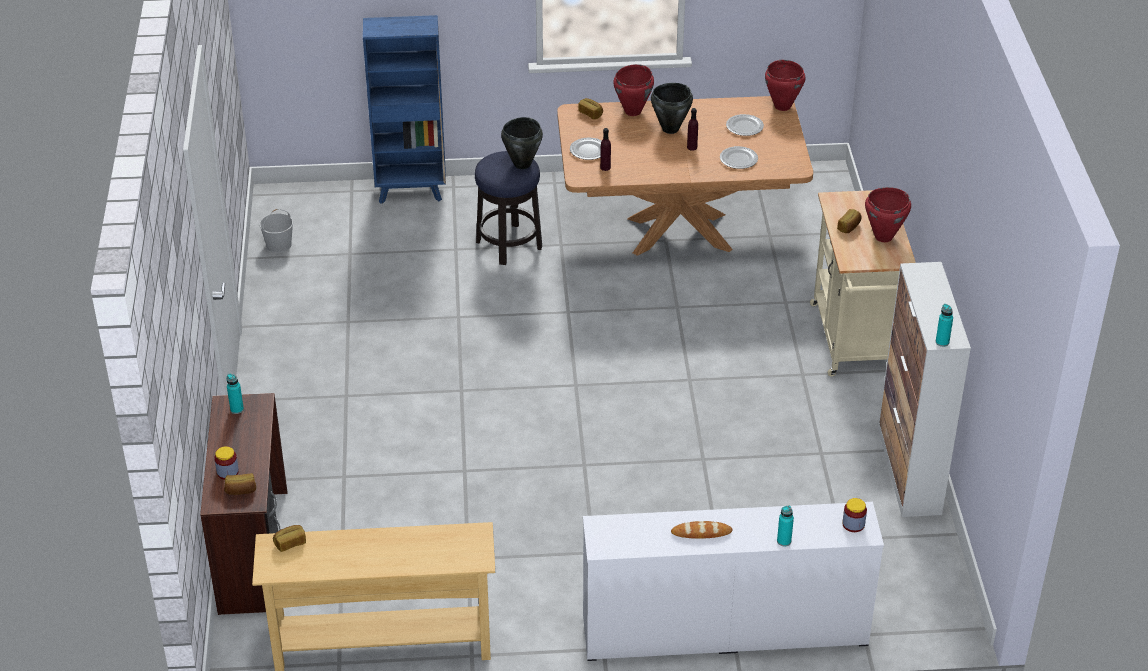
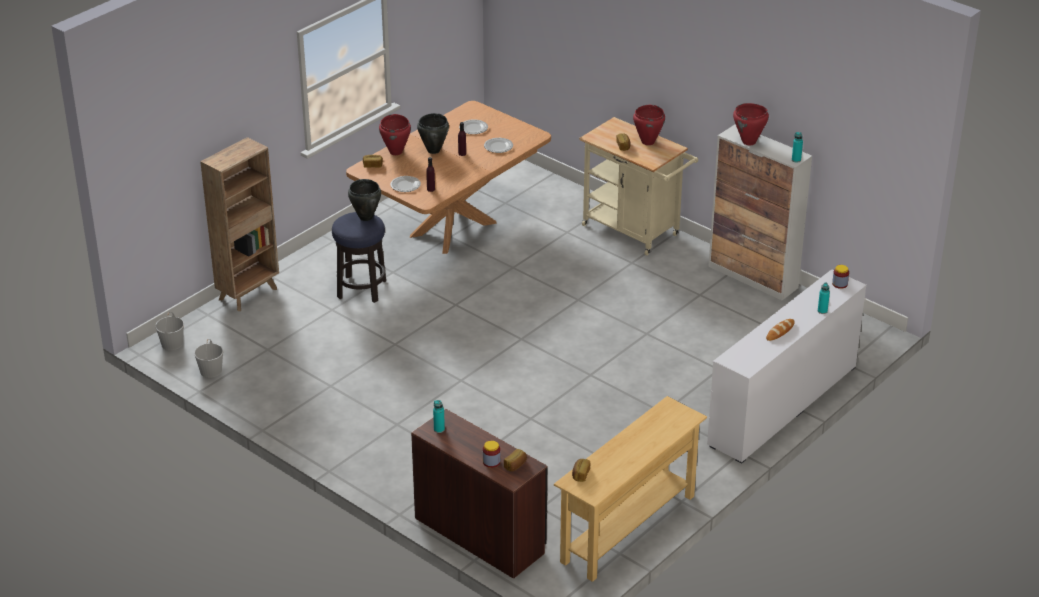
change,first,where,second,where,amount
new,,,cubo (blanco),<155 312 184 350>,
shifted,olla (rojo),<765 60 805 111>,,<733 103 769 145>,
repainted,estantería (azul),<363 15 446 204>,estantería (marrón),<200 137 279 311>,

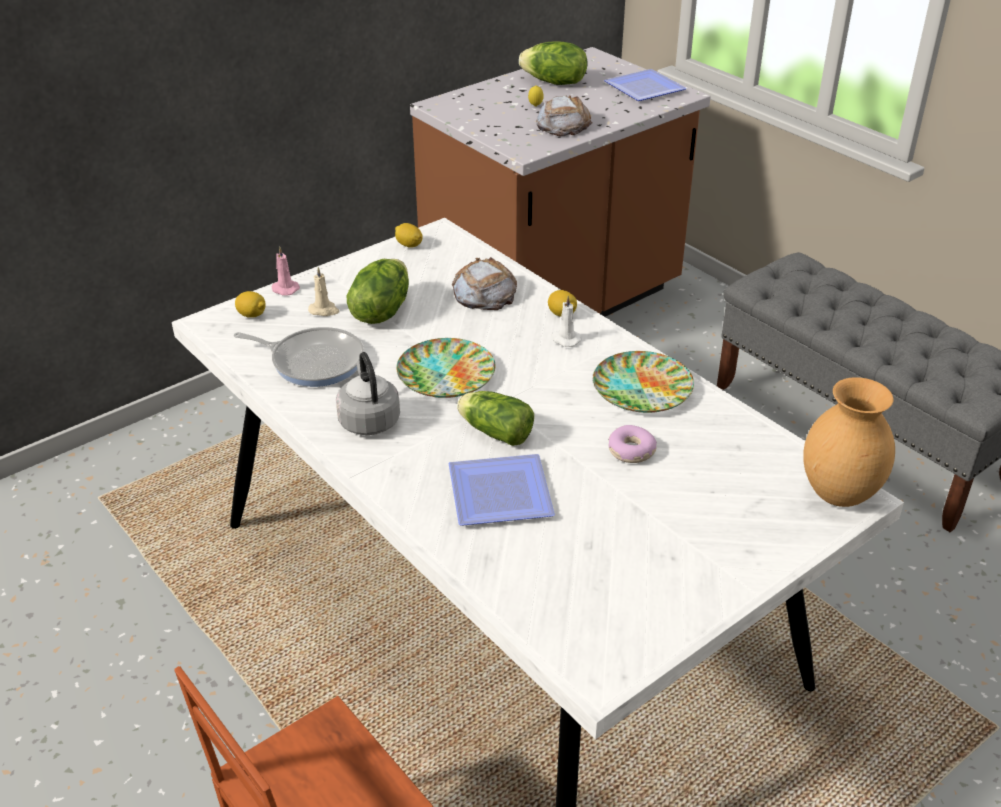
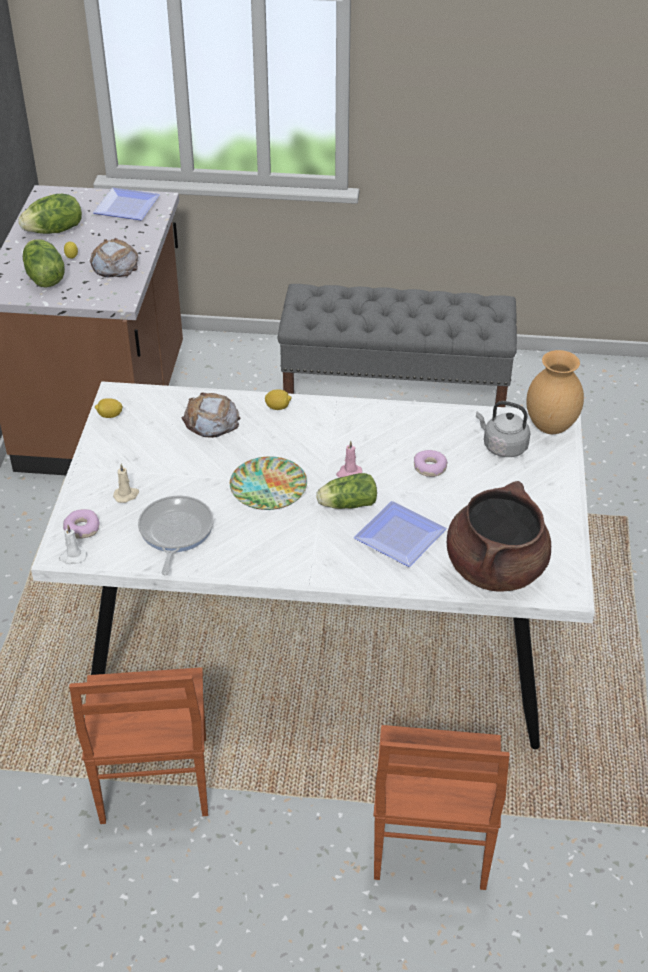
change,first,where,second,where,amount
gone,plato,<593 351 694 413>,,,
new,,,silla (marrón),<69 667 208 824>,
new,,,olla (marrón),<447 481 551 591>,
shifted,vela (rosa),<272 247 300 296>,,<336 441 362 478>,
shifted,hervidor (gris),<336 352 400 435>,,<476 401 530 457>,
shifted,lechuga,<347 259 409 324>,,<23 239 65 288>,
shifted,vela (blanco),<551 296 581 347>,,<59 525 87 564>,
swapped,limón,<235 291 265 318>,rosquilla,<63 509 100 539>,
rotated,sartén,<234 327 364 387>,,<138 495 214 575>,60 degrees counterclockwise

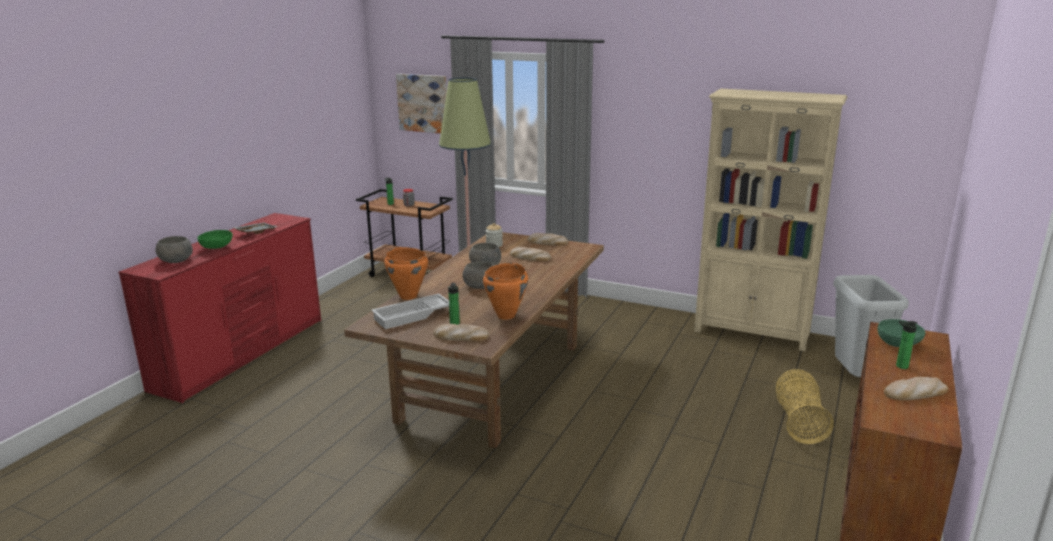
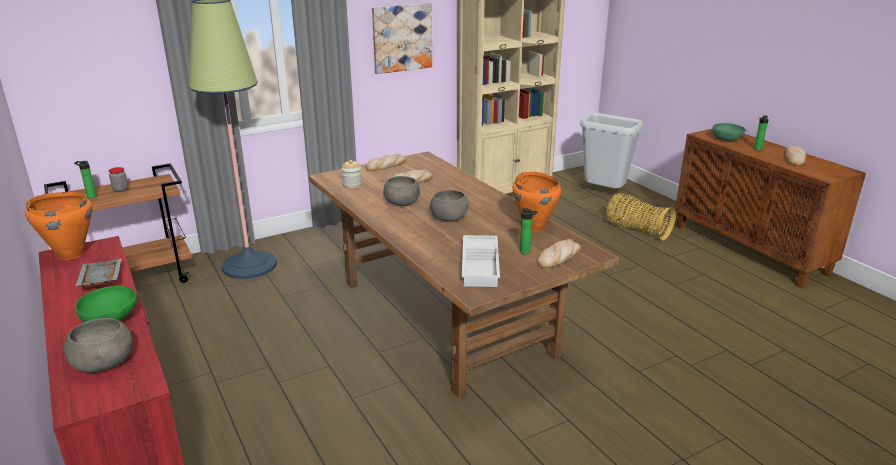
change,first,where,second,where,amount
shifted,olla (naranja),<384 247 428 300>,,<25 192 92 260>,
shifted,cuadro,<396 74 447 133>,,<372 3 432 74>,

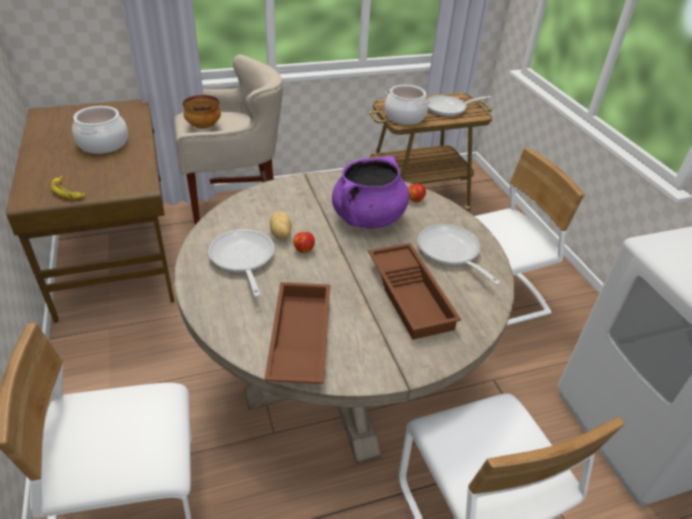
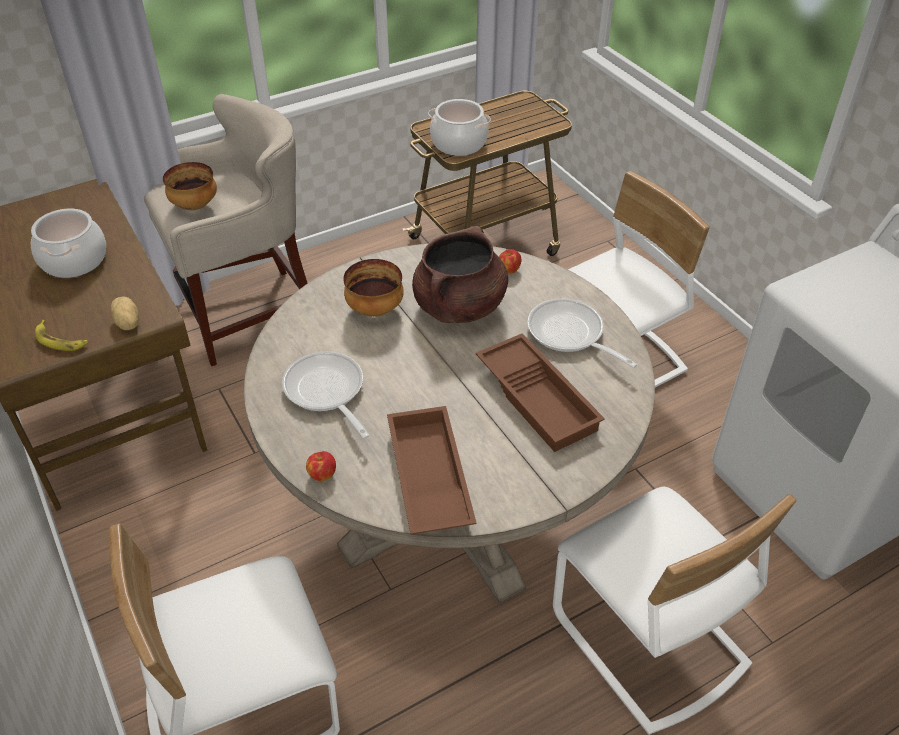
change,first,where,second,where,amount
gone,sartén,<428 95 491 117>,,,
new,,,cuenco,<343 259 404 317>,
shifted,patata,<270 211 292 239>,,<111 296 139 330>,
shifted,manzana,<293 232 315 253>,,<306 451 336 481>,
repainted,olla (morado),<332 156 409 229>,olla (marrón),<412 226 508 323>,

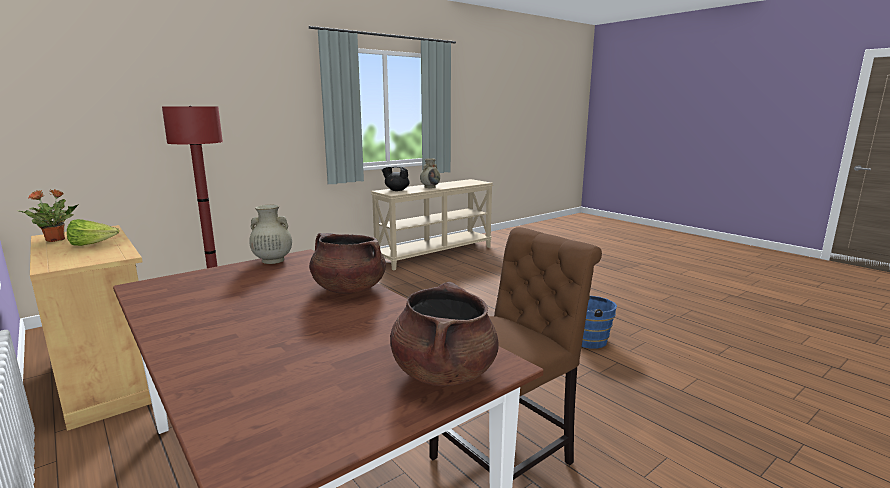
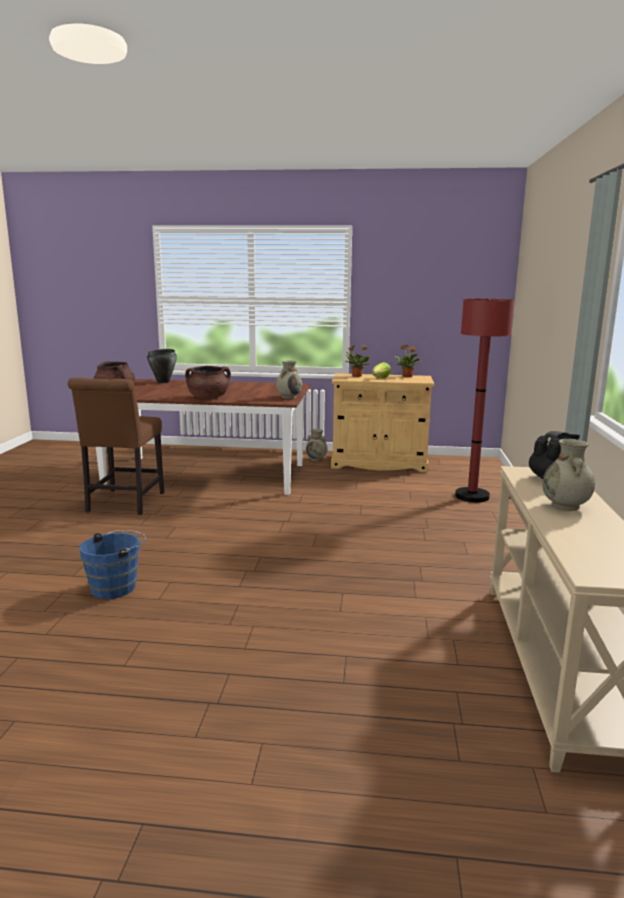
change,first,where,second,where,amount
new,,,olla (negro),<147 349 177 383>,
new,,,florero (beis),<306 429 328 461>,
new,,,planta en maceta,<345 345 370 377>,

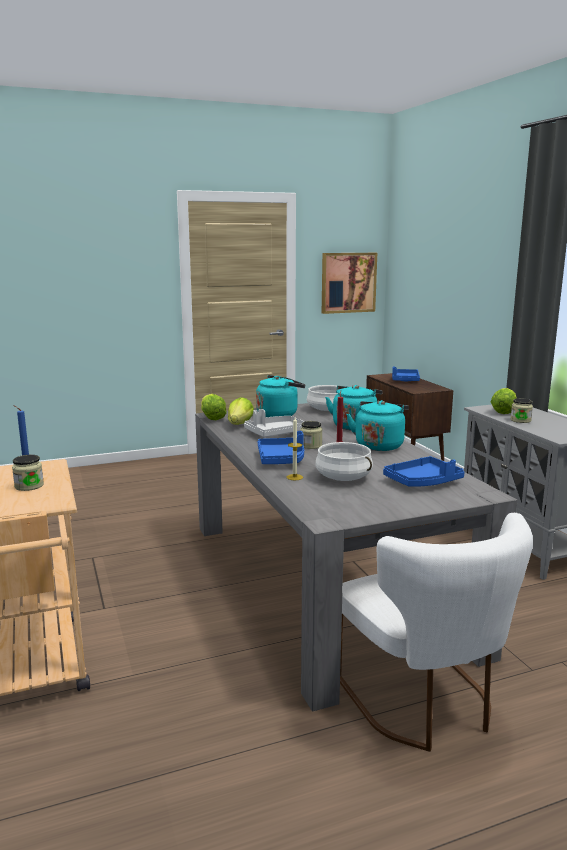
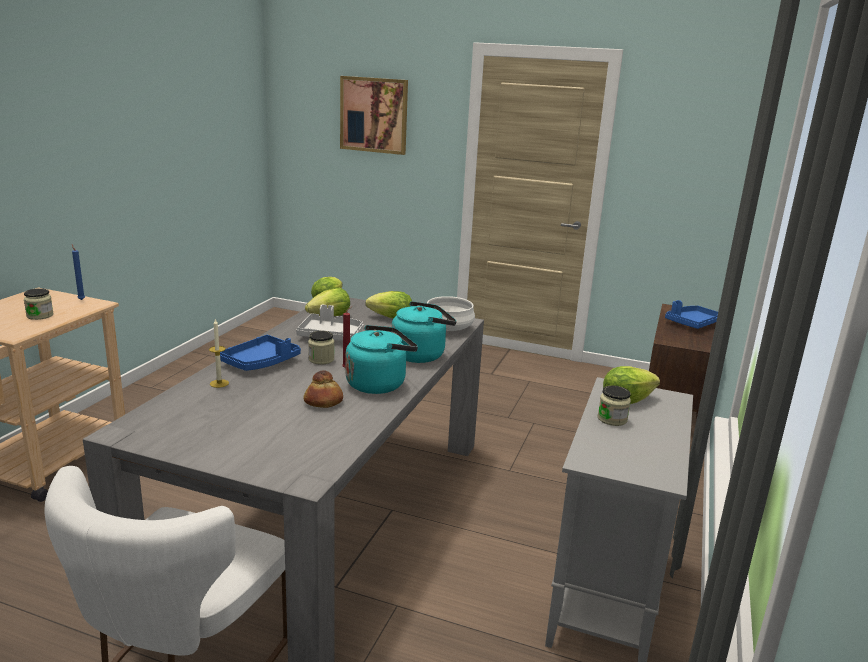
change,first,where,second,where,amount
gone,olla (blanco),<315 442 373 481>,,,
gone,bandeja (azul),<383 456 465 487>,,,
new,,,pan,<303 370 343 408>,
shifted,cuadro,<322 253 377 314>,,<340 76 408 155>,
swapped,hervidor (turquesa),<256 375 305 417>,lechuga,<366 291 412 319>,

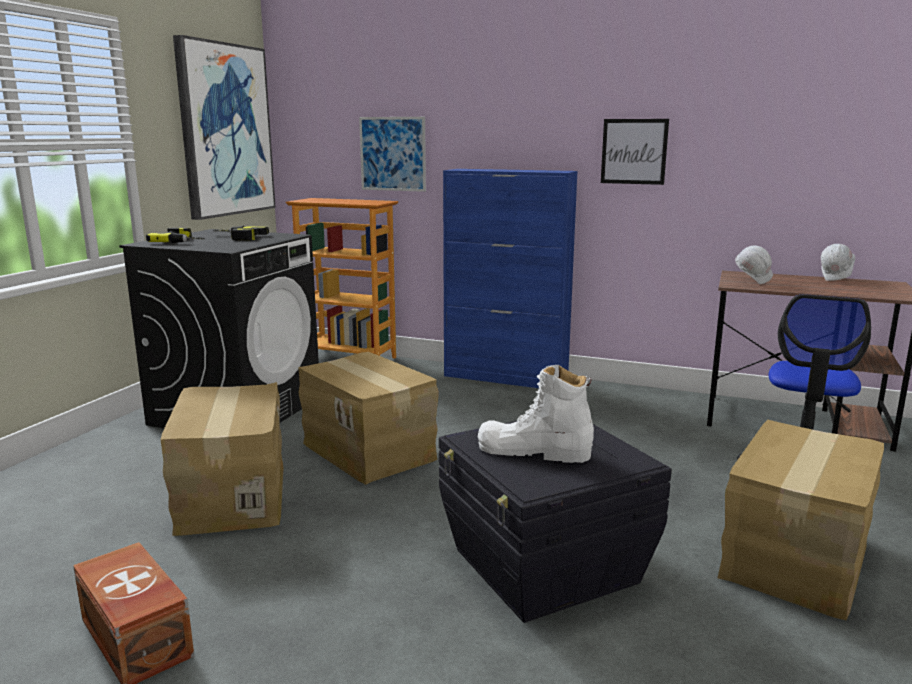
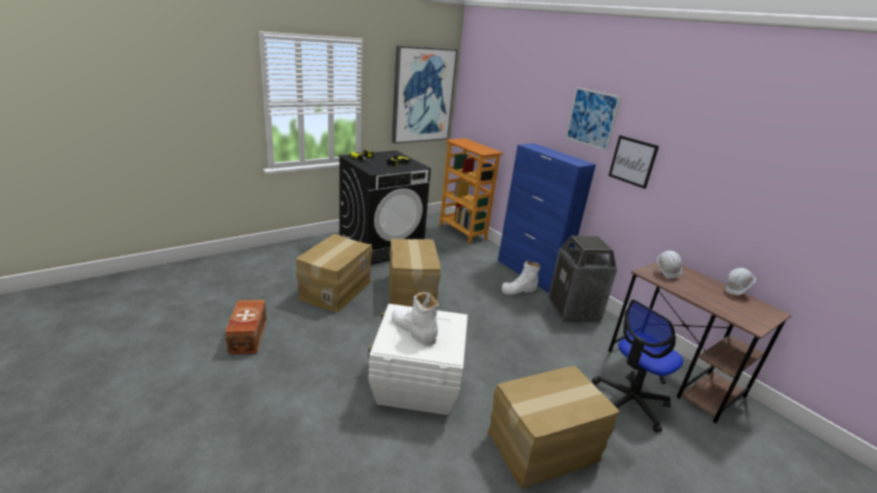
change,first,where,second,where,amount
new,,,bota (blanco),<502 260 540 295>,
new,,,papelera,<548 236 617 321>,
shifted,cuadro,<359 117 426 192>,,<566 87 621 151>,
repainted,caja de almacenaje (negro),<439 421 672 623>,caja de almacenaje (blanco),<368 304 468 415>,

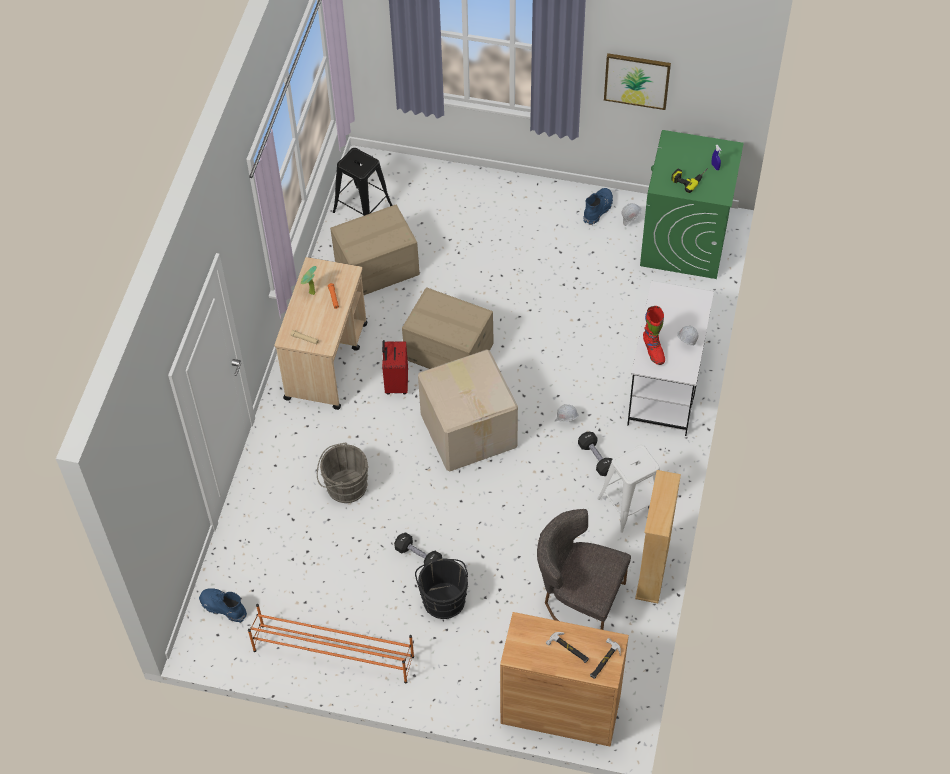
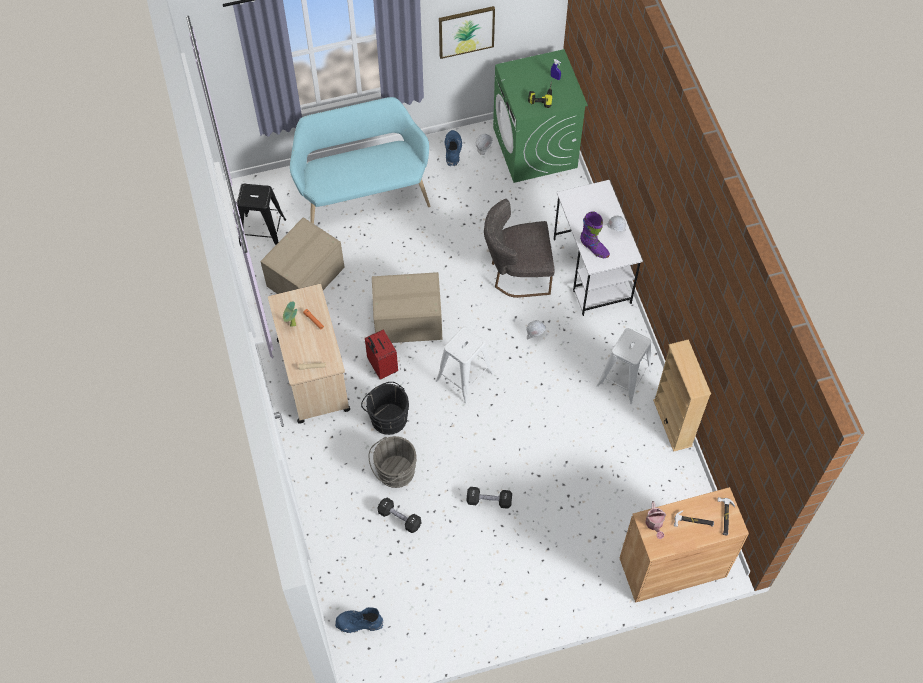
change,first,where,second,where,amount
gone,zapatero (naranja),<248 604 414 683>,,,
new,,,banco (turquesa),<290 97 430 224>,
new,,,regadera,<645 501 666 539>,
shifted,cubo (negro),<415 558 468 619>,,<361 382 409 435>,
shifted,silla (gris),<537 509 631 630>,,<484 199 554 298>,
shifted,mancuerna (negro),<578 432 612 476>,,<377 498 421 533>,
swapped,caja de cartón,<418 349 518 471>,taburete (blanco),<436 327 494 403>,
repainted,bota (rojo),<643 306 665 365>,bota (morado),<580 211 610 258>,

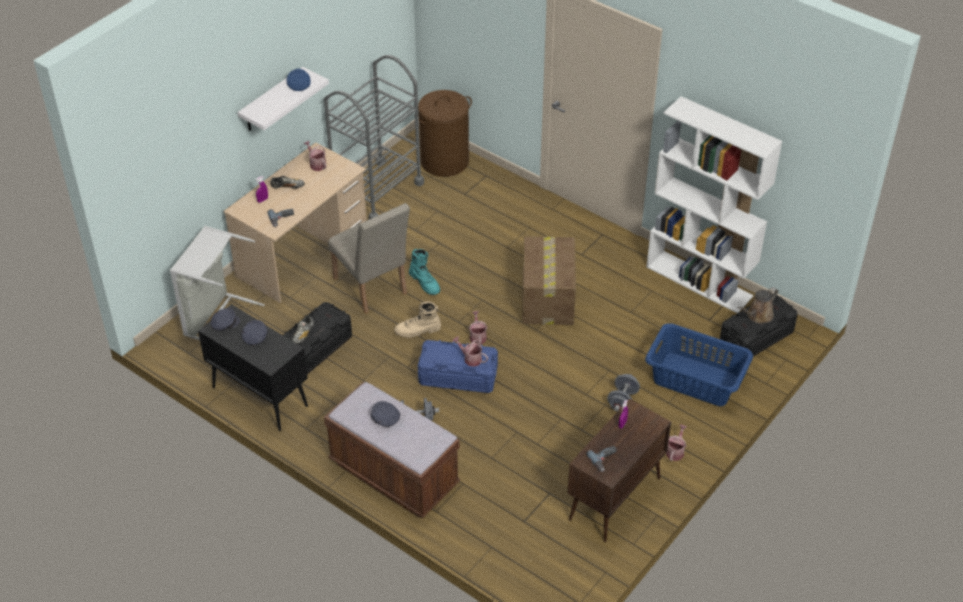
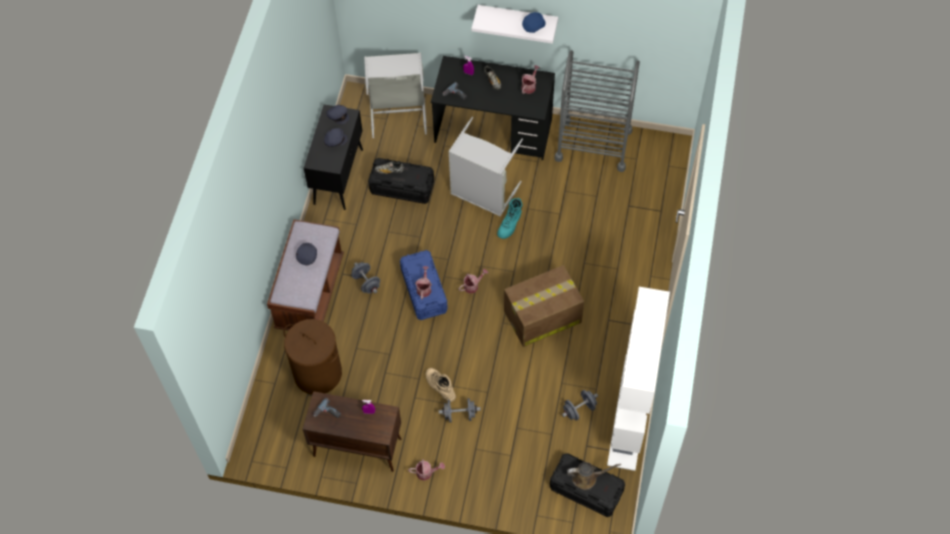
change,first,where,second,where,amount
gone,cesto de la ropa (azul),<645 323 753 406>,,,
new,,,mancuerna (gris),<562 390 598 421>,
shifted,bota (beis),<394 301 441 338>,,<426 368 456 402>,
shifted,cesto de la ropa (marrón),<414 90 472 177>,,<284 319 342 395>,
swapped,silla (beis),<328 203 410 314>,cesto de la ropa (gris),<448 117 523 216>,
repainted,escritorio (beis),<223 142 367 303>,escritorio (negro),<431 56 555 160>,
rotated,regadera (marrón),<737 287 778 323>,,<567 462 621 490>,150 degrees clockwise

